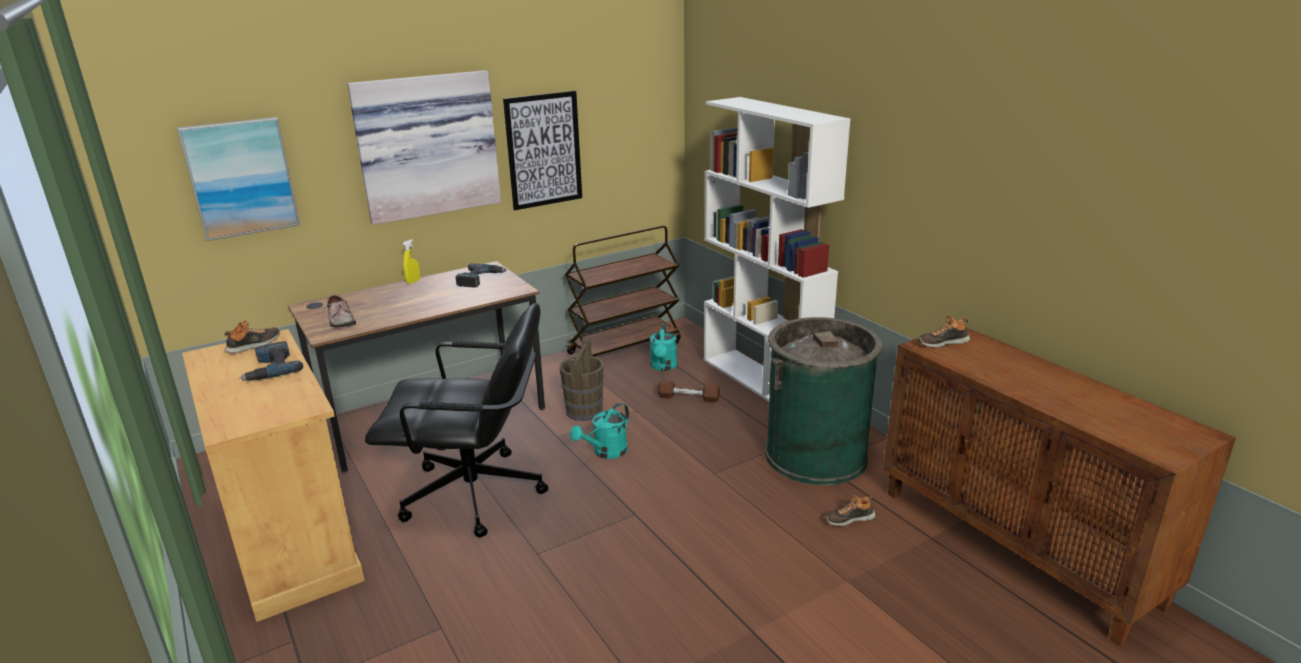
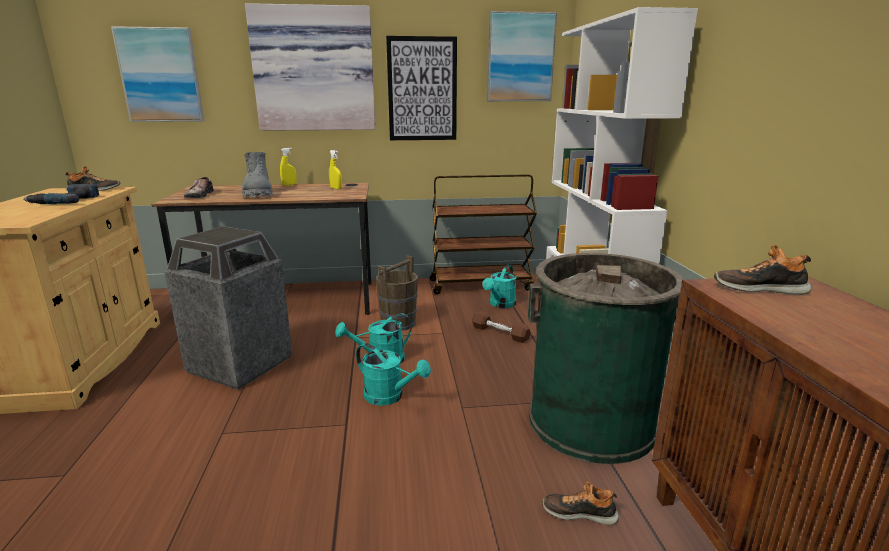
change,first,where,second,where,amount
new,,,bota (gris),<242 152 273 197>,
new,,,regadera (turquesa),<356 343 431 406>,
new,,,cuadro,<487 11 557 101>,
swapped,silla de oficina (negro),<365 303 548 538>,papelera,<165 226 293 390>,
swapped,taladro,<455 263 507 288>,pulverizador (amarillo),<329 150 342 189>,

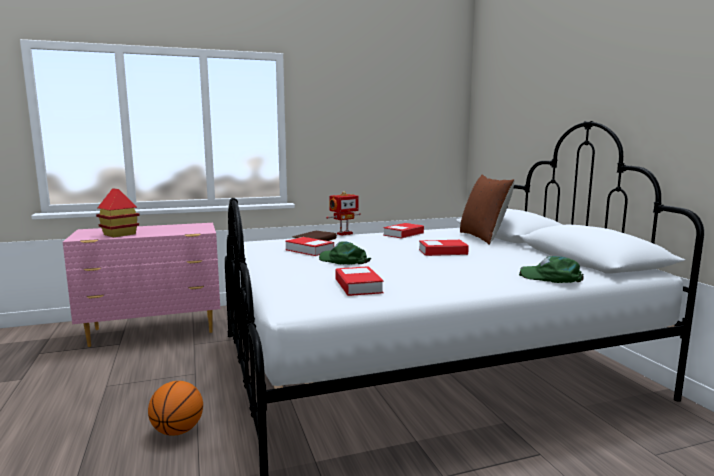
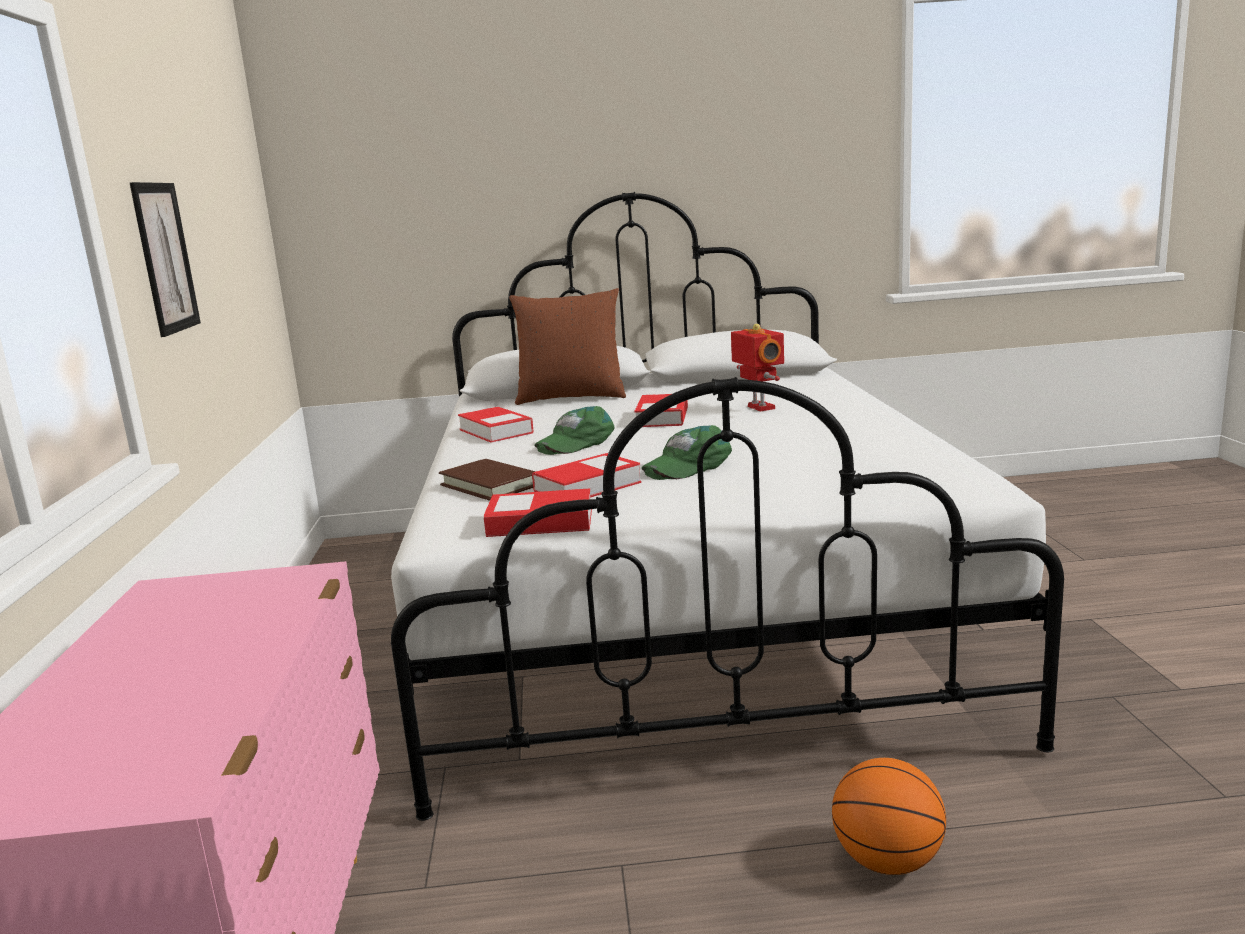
change,first,where,second,where,amount
gone,casita,<96 188 140 238>,,,
new,,,cuadro,<130 182 201 337>,
shifted,robot de juguete,<326 191 361 236>,,<731 324 784 412>,
shifted,libro,<335 266 384 296>,,<484 488 592 537>,
shifted,gorra (verde),<519 256 584 283>,,<535 406 615 455>,

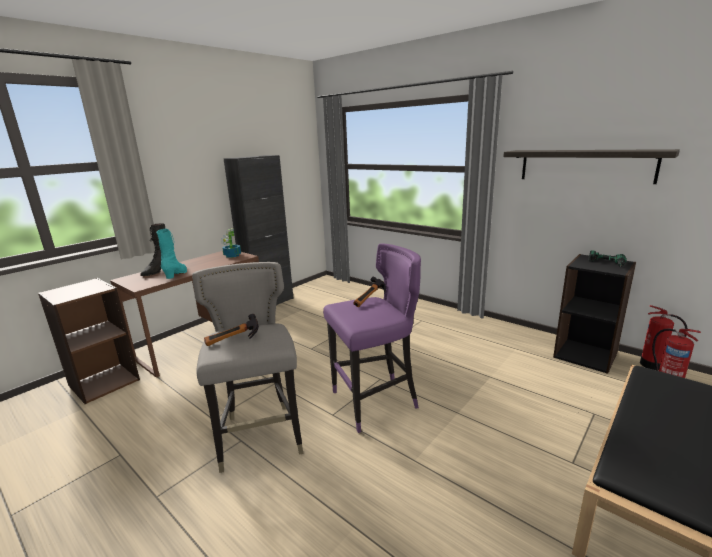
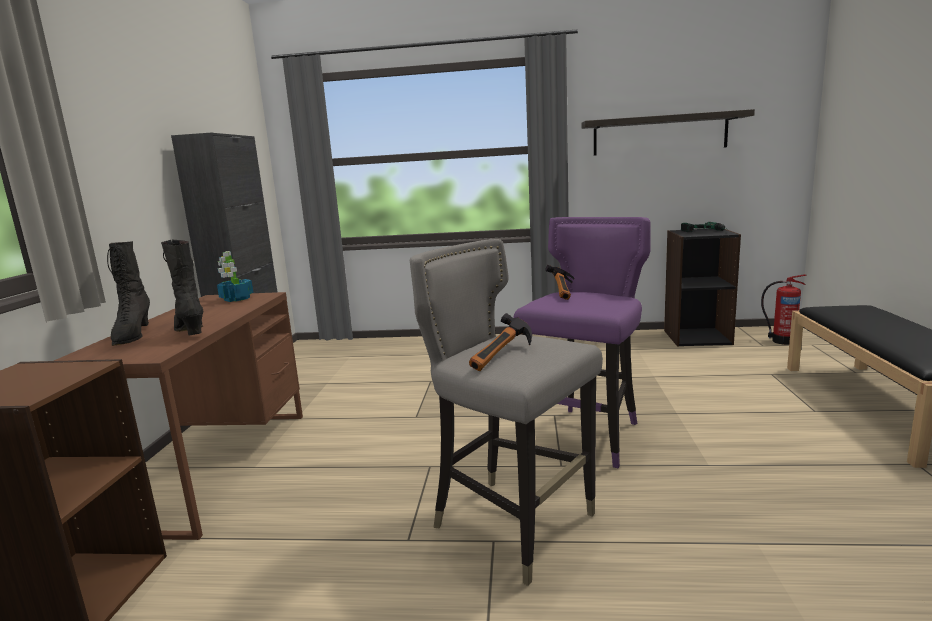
change,first,where,second,where,amount
gone,extintor,<640 305 688 370>,,,
repainted,bota (turquesa),<157 228 187 279>,bota (negro),<161 240 203 335>,

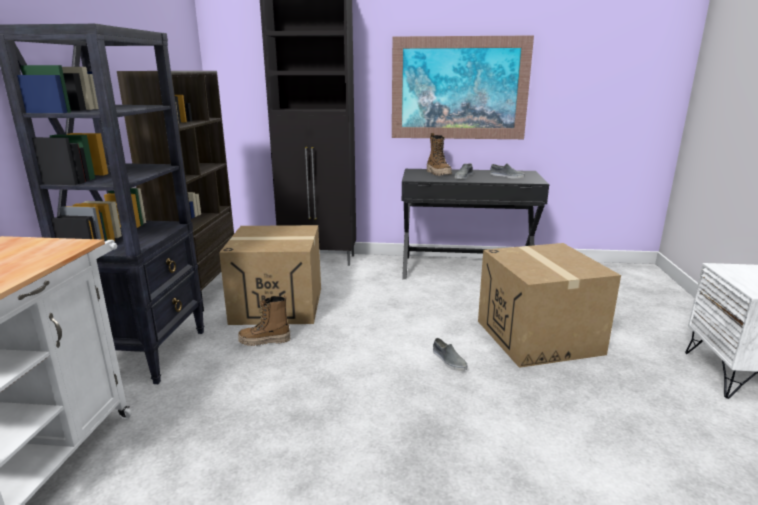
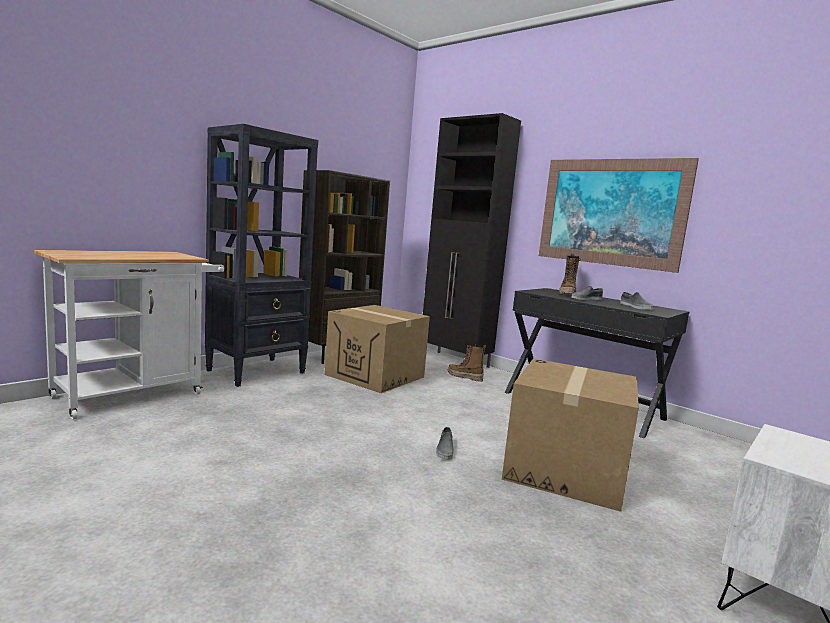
change,first,where,second,where,amount
shifted,bota,<238 295 290 346>,,<447 345 486 382>,

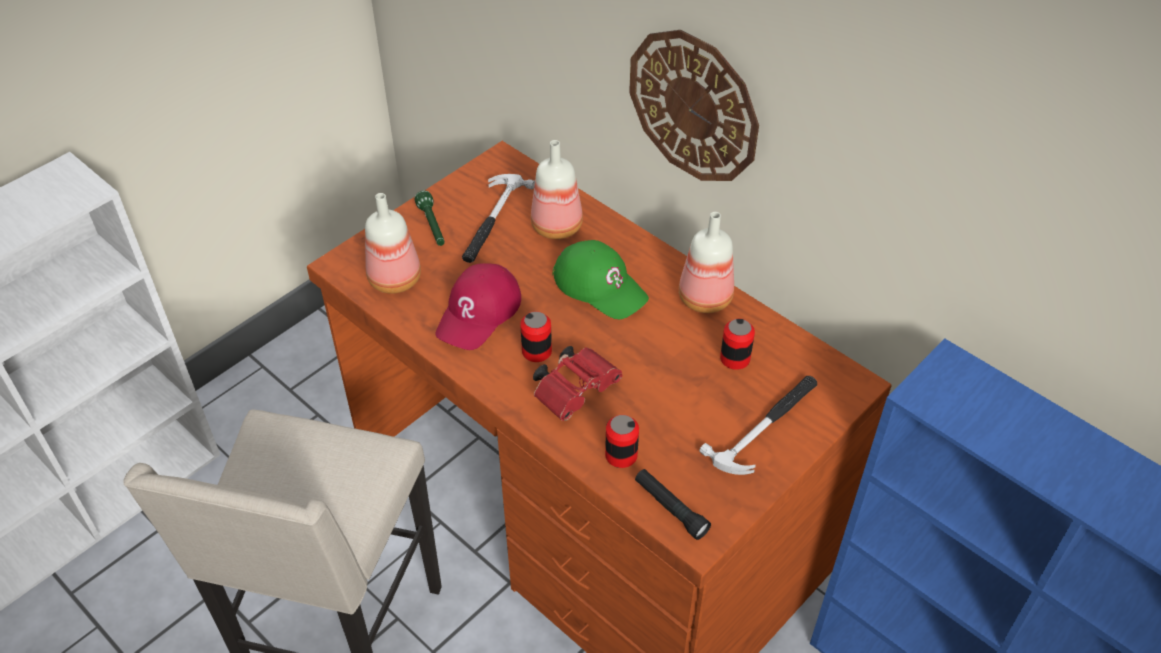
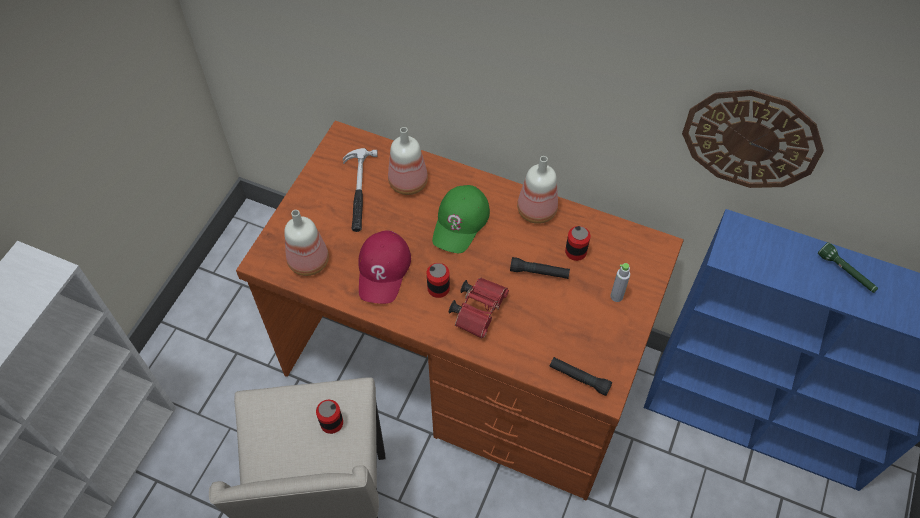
change,first,where,second,where,amount
new,,,linterna (negro),<510 257 570 279>,
shifted,linterna (verde),<414 191 445 246>,,<818 242 878 293>,
shifted,lata,<605 415 639 468>,,<316 400 343 434>,
shifted,reloj de pared,<629 30 759 181>,,<682 89 824 188>,
swapped,martillo,<699 376 817 475>,botella (gris),<610 263 630 302>,
rotated,gorra (verde),<553 240 649 319>,,<432 185 490 253>,90 degrees clockwise

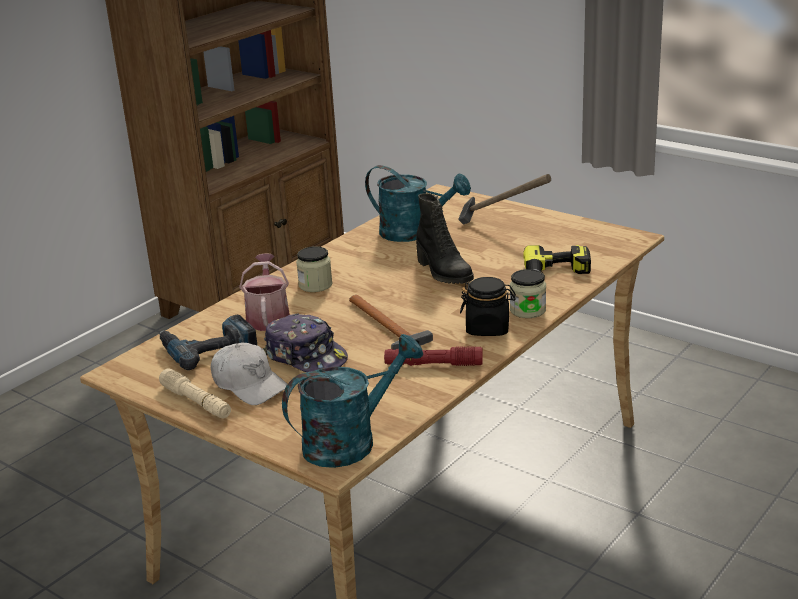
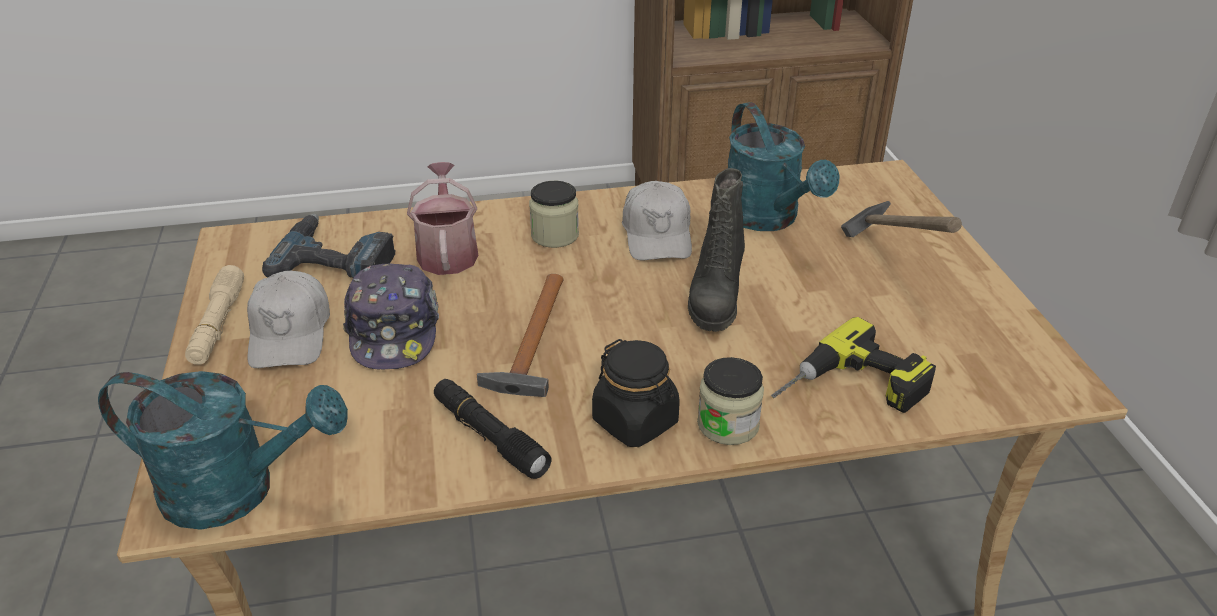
change,first,where,second,where,amount
new,,,gorra (blanco),<622 181 692 261>,
repainted,linterna (rojo),<384 346 483 366>,linterna (negro),<434 379 551 479>,
rotated,regadera,<239 253 290 331>,,<407 162 478 275>,45 degrees counterclockwise

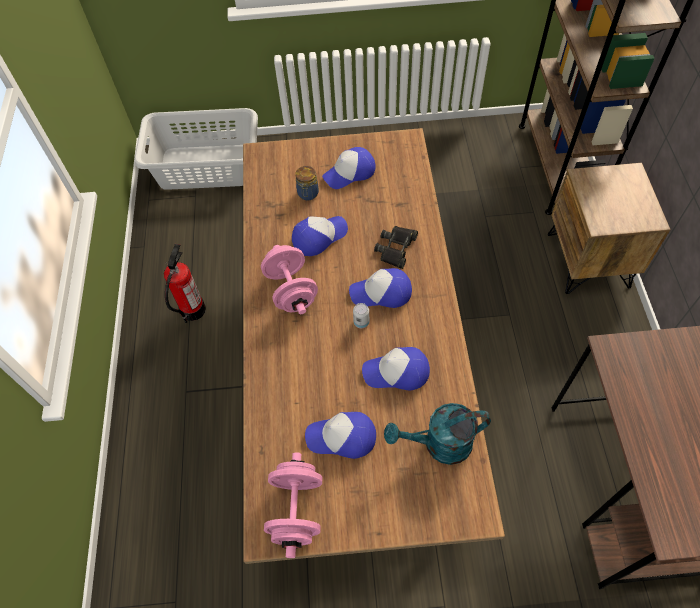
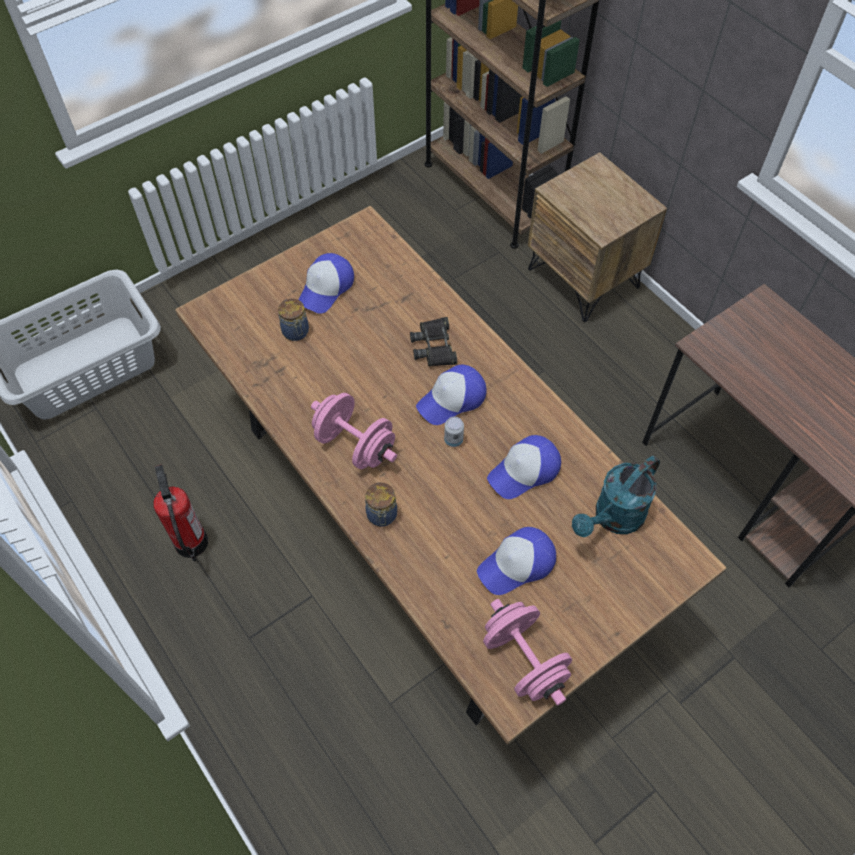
change,first,where,second,where,amount
gone,gorra,<292 216 348 256>,,,
new,,,tarro,<365 482 397 527>,

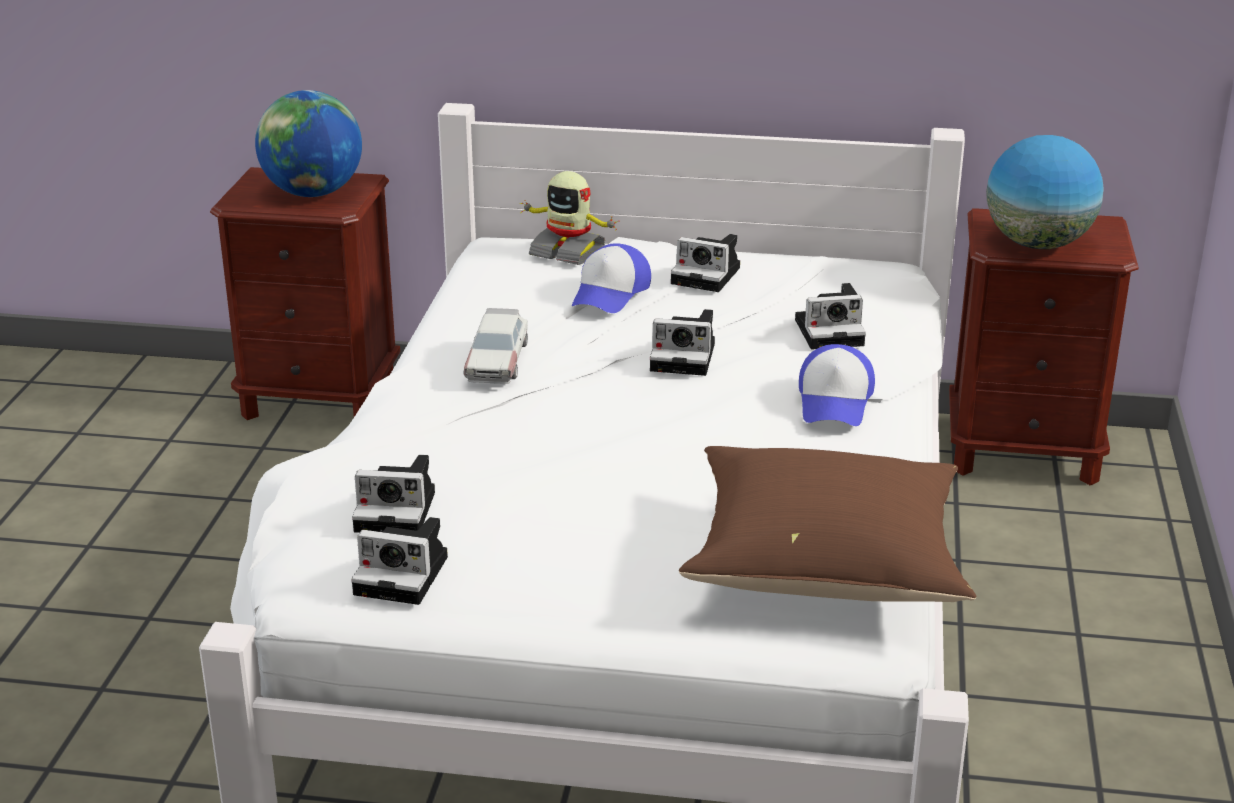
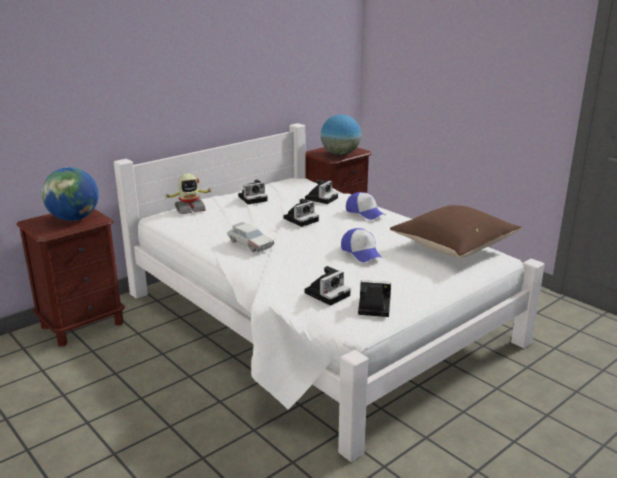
change,first,where,second,where,amount
shifted,gorra,<572 243 651 313>,,<341 228 382 262>,
rotated,cámara,<351 517 448 605>,,<358 280 391 317>,135 degrees counterclockwise

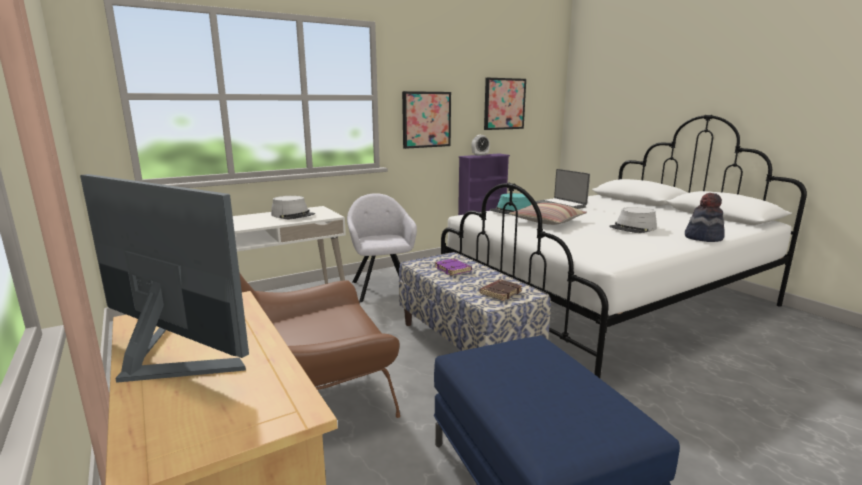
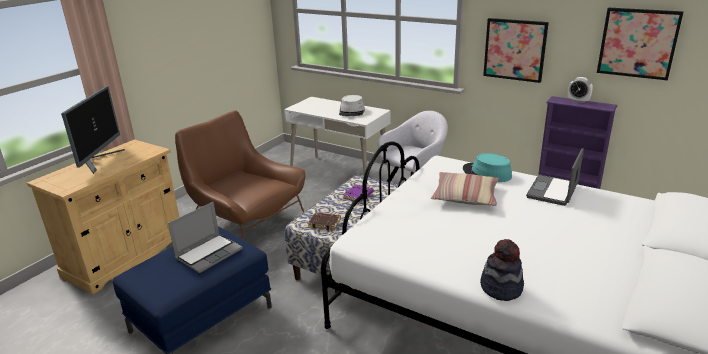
change,first,where,second,where,amount
gone,sombrero (gris),<609 207 657 233>,,,
new,,,portátil,<168 202 243 273>,

